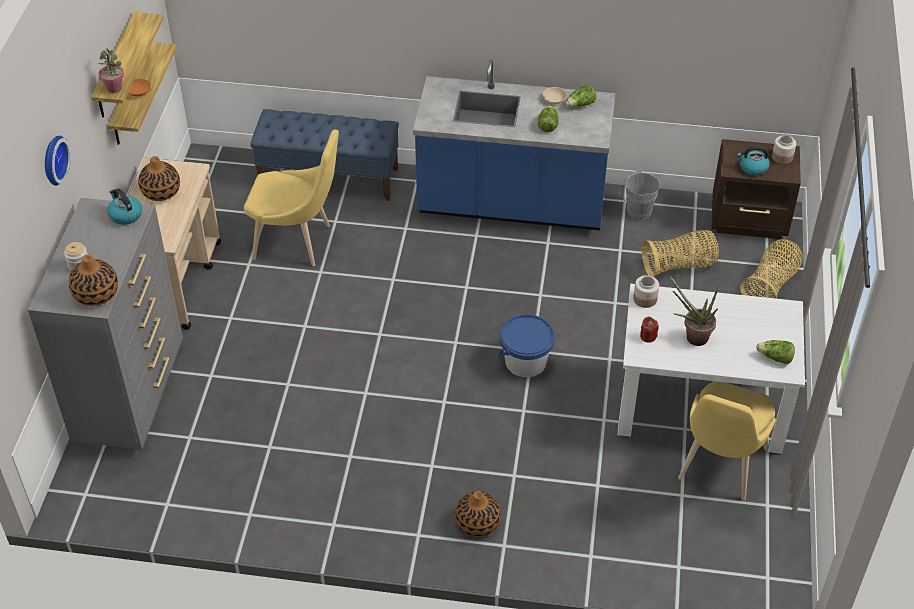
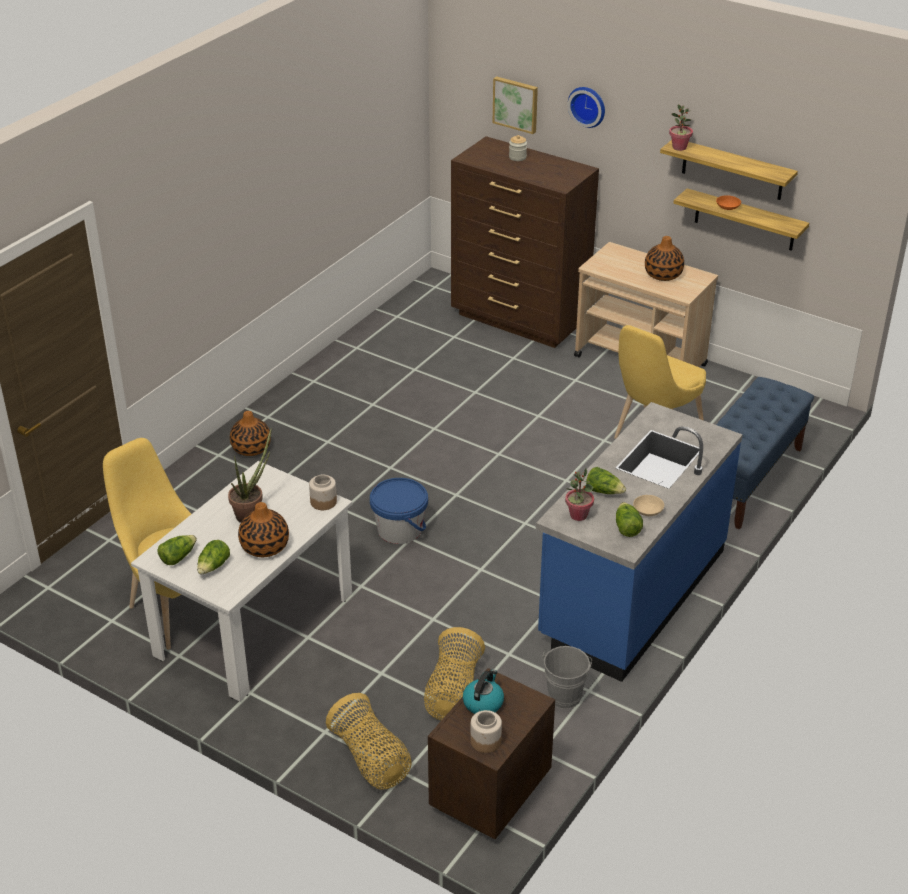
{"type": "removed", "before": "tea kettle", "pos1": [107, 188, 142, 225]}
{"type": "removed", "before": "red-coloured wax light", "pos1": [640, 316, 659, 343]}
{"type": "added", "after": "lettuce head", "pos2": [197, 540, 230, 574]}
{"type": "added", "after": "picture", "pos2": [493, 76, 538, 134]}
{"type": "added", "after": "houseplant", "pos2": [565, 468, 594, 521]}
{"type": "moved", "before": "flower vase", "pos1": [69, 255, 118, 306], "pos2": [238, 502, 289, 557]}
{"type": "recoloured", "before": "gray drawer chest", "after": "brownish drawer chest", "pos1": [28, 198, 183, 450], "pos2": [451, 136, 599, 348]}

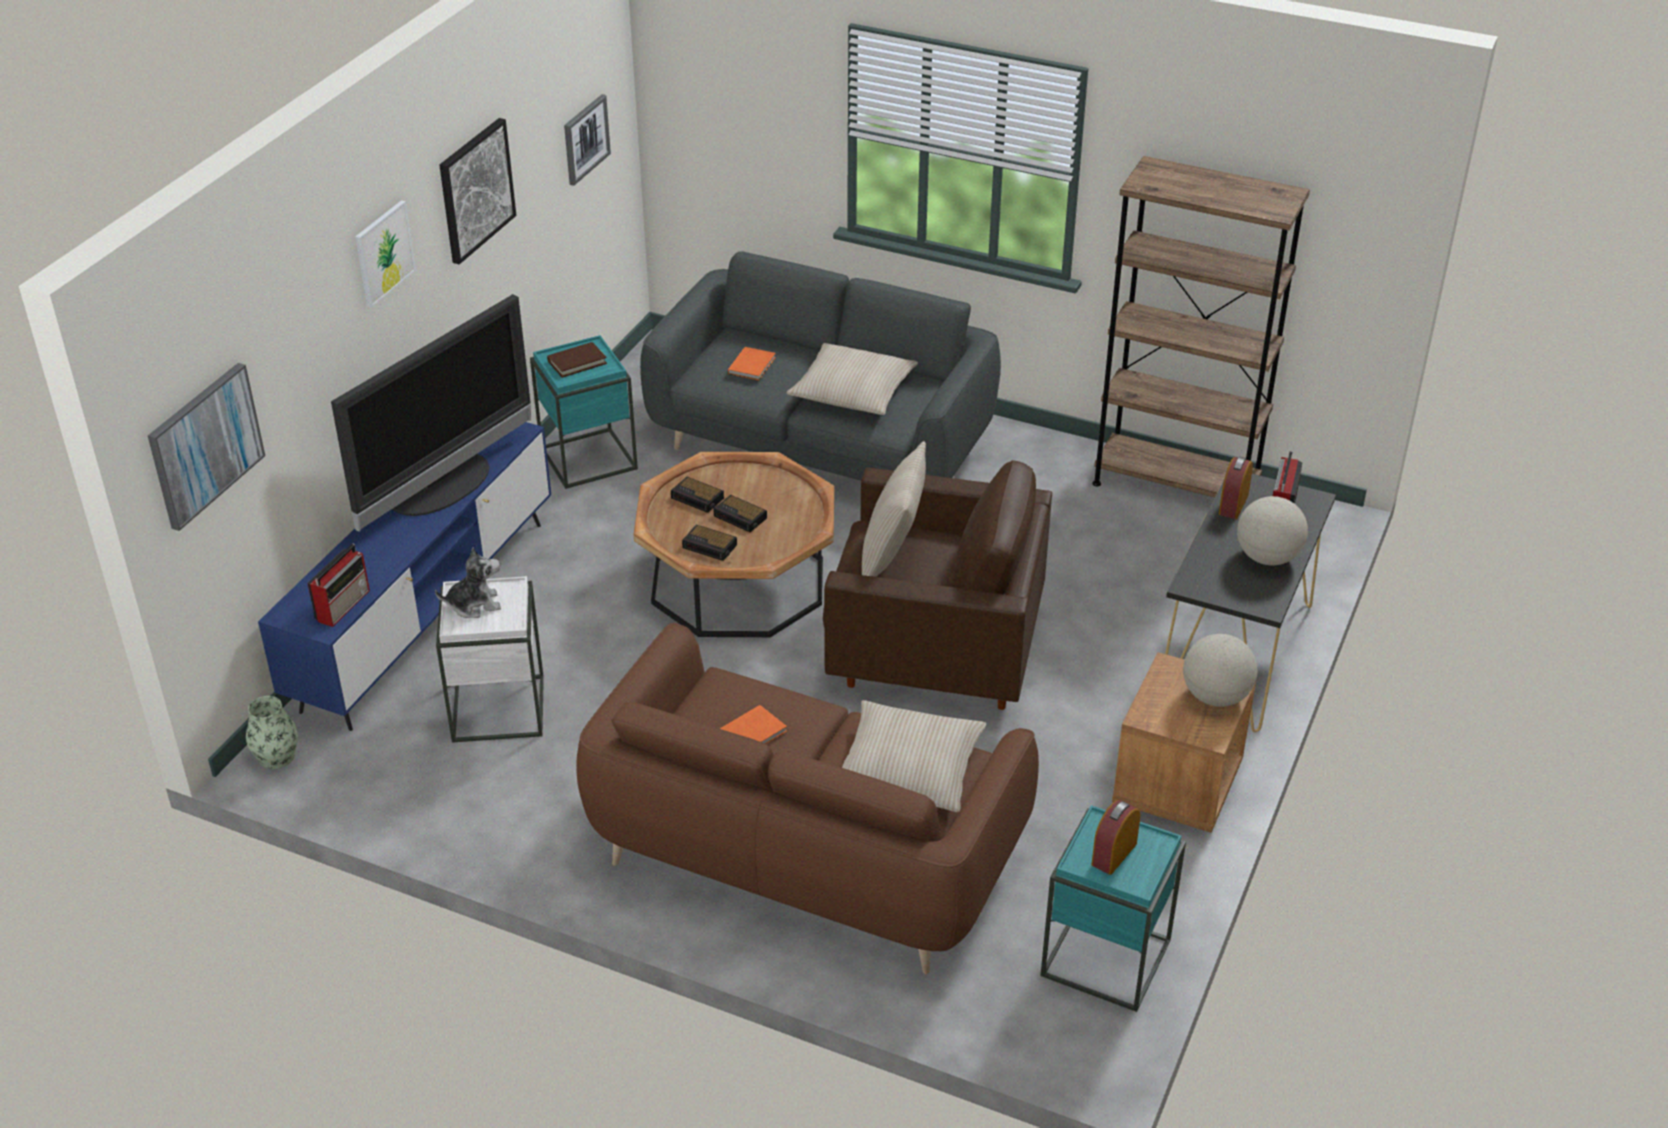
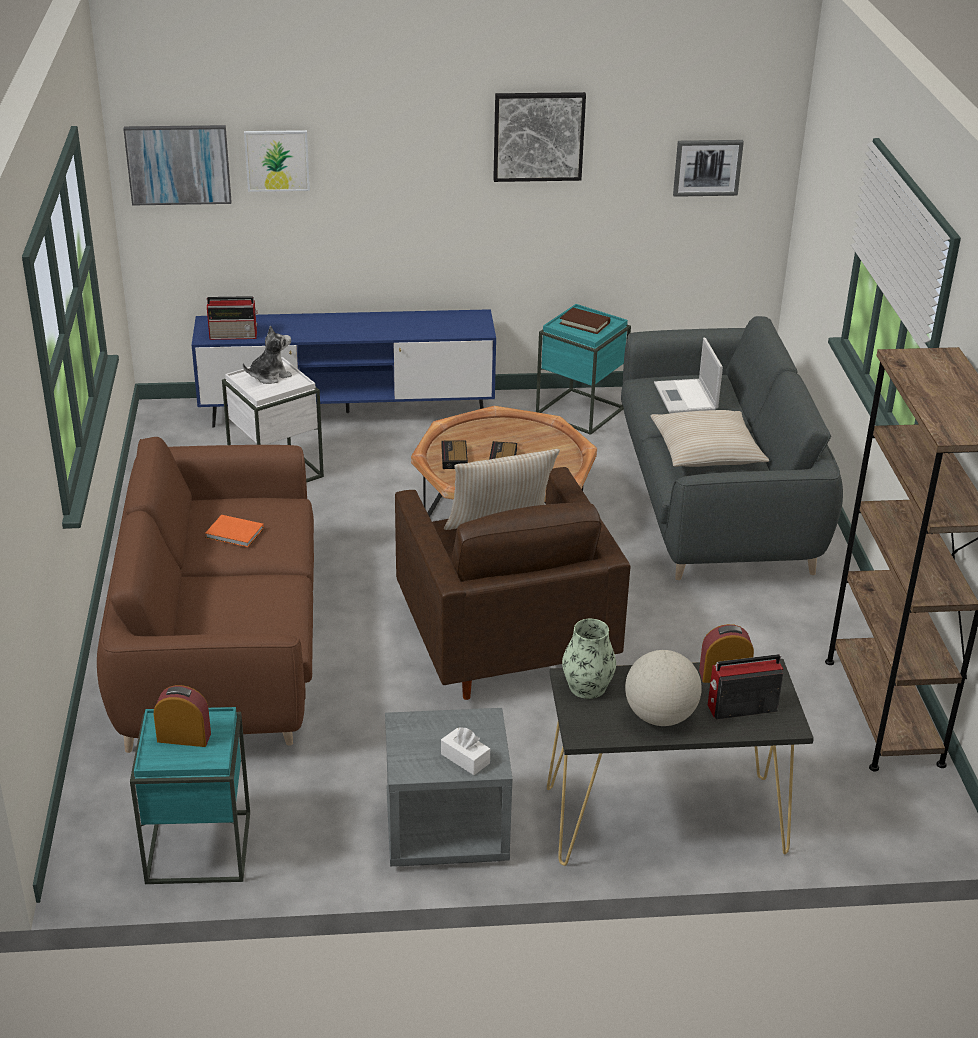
{"type": "removed", "before": "TV", "pos1": [331, 294, 531, 532]}
{"type": "removed", "before": "alarm clock", "pos1": [671, 477, 724, 513]}
{"type": "removed", "before": "beige cushion", "pos1": [842, 700, 986, 812]}
{"type": "moved", "before": "flower vase", "pos1": [246, 696, 298, 769], "pos2": [562, 619, 616, 699]}
{"type": "moved", "before": "picture", "pos1": [355, 200, 416, 308], "pos2": [244, 130, 310, 192]}
{"type": "replaced", "before": "orangey bound book", "after": "portable computer", "pos1": [728, 347, 776, 380], "pos2": [654, 338, 723, 414]}
{"type": "replaced", "before": "desk globe", "after": "white-coloured tissue holder", "pos1": [1183, 634, 1257, 707], "pos2": [441, 727, 490, 775]}
{"type": "recoloured", "before": "brownish night table", "after": "gray night table", "pos1": [1112, 652, 1256, 833], "pos2": [385, 708, 512, 866]}
{"type": "turned", "before": "cuddly toy", "pos1": [435, 547, 501, 618], "pos2": [243, 325, 292, 384], "turn": -75}

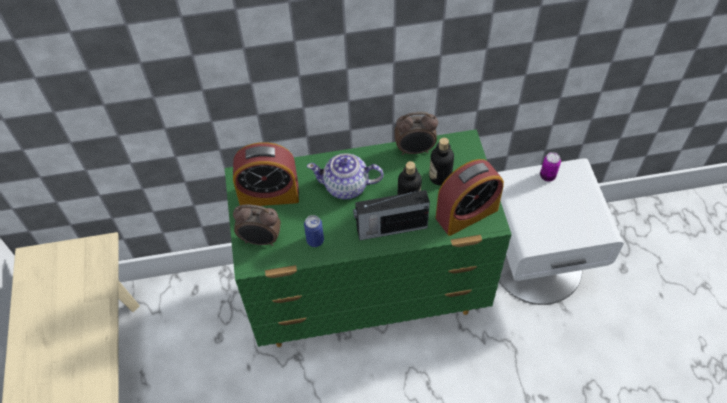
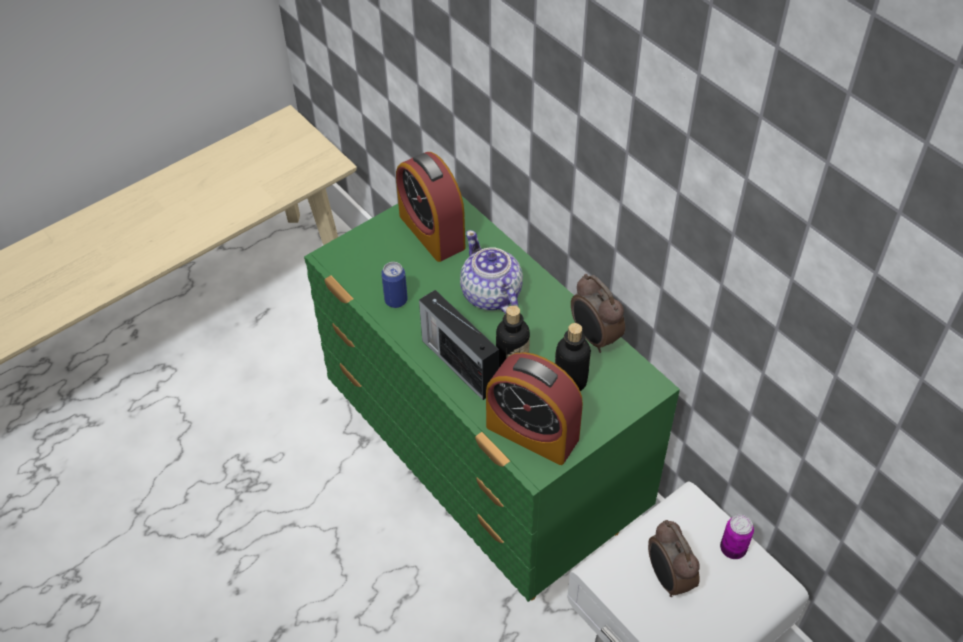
{"type": "moved", "before": "alarm clock", "pos1": [233, 204, 281, 246], "pos2": [648, 520, 700, 597]}

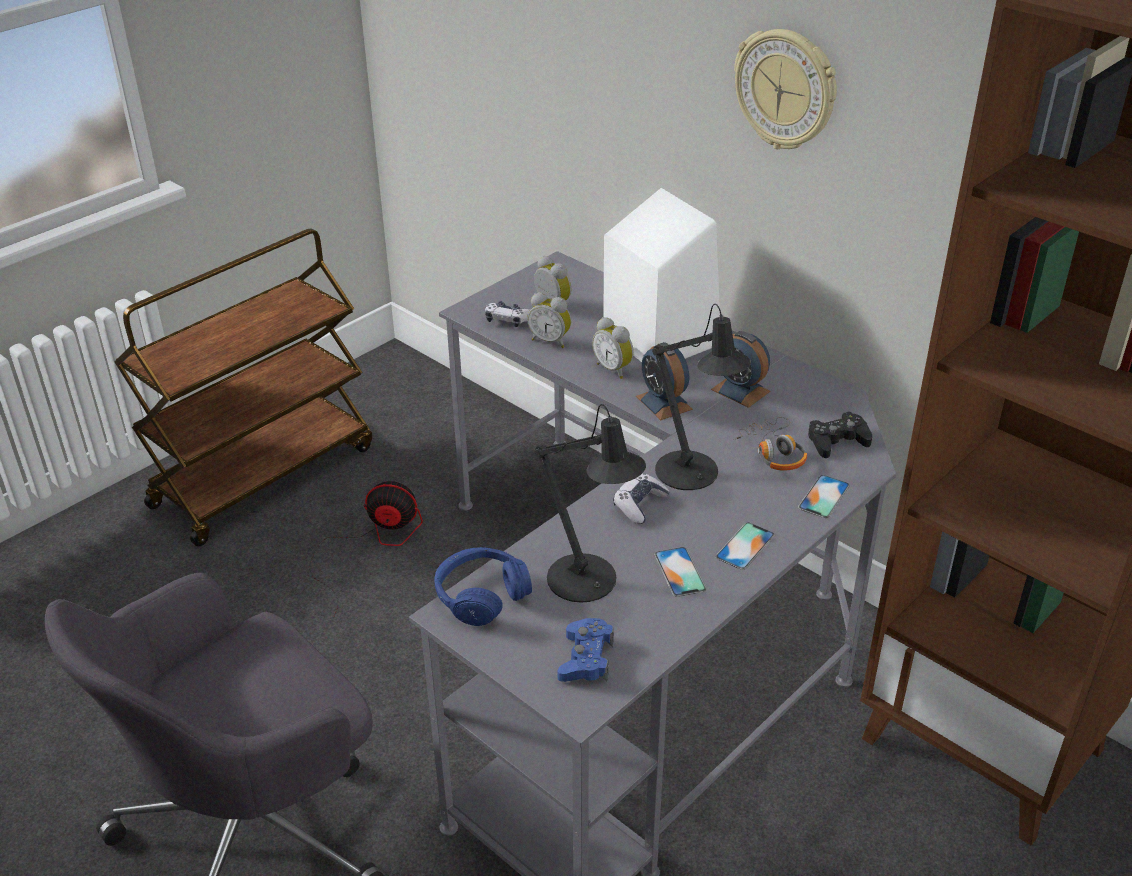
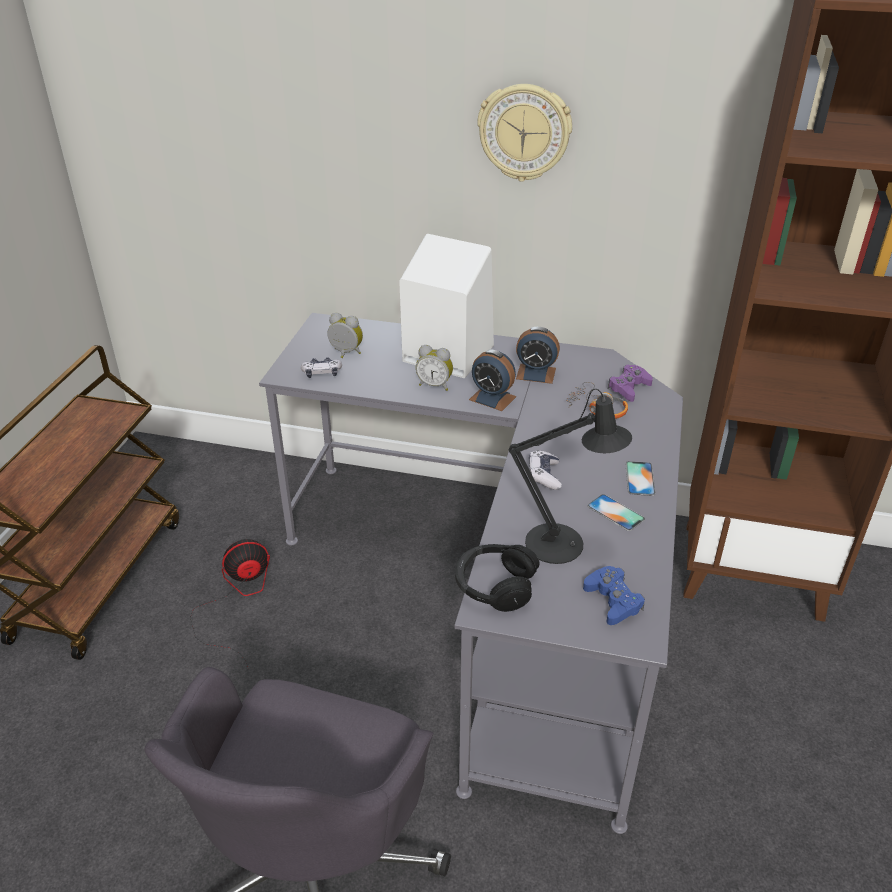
{"type": "removed", "before": "alarm clock", "pos1": [527, 292, 571, 348]}
{"type": "removed", "before": "black table lamp", "pos1": [652, 304, 751, 490]}
{"type": "removed", "before": "handset", "pos1": [798, 475, 850, 518]}
{"type": "recoloured", "before": "blue headset", "after": "black headset", "pos1": [434, 547, 532, 626], "pos2": [455, 544, 540, 612]}
{"type": "recoloured", "before": "black joypad", "after": "purple joypad", "pos1": [808, 412, 872, 458], "pos2": [607, 365, 653, 402]}

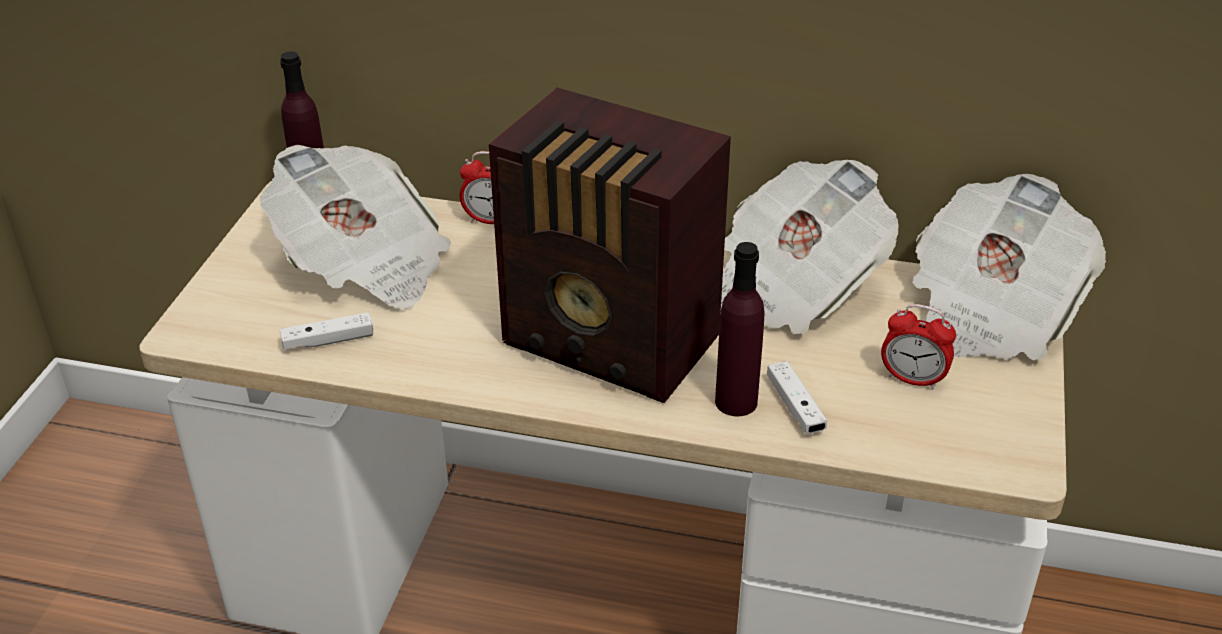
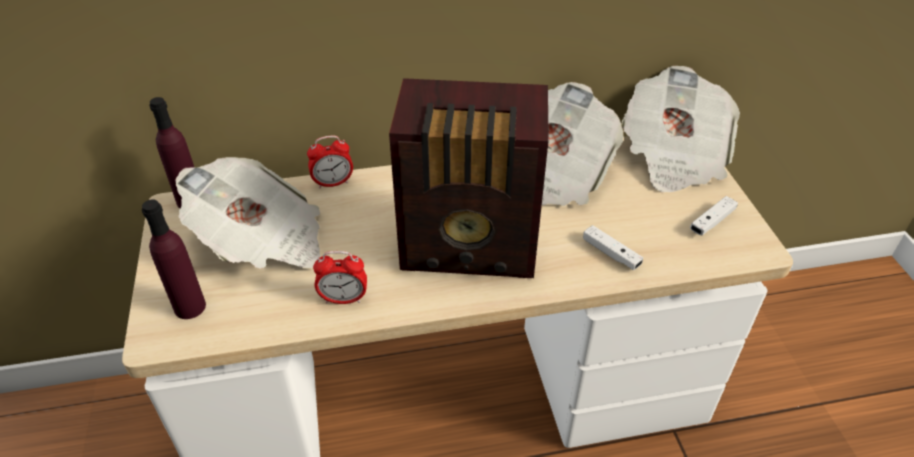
{"type": "moved", "before": "white-coloured joypad", "pos1": [280, 312, 373, 350], "pos2": [690, 196, 738, 236]}
{"type": "moved", "before": "purple drink bottle", "pos1": [715, 242, 765, 416], "pos2": [142, 200, 206, 319]}
{"type": "moved", "before": "alarm clock", "pos1": [881, 304, 956, 389], "pos2": [313, 251, 367, 304]}

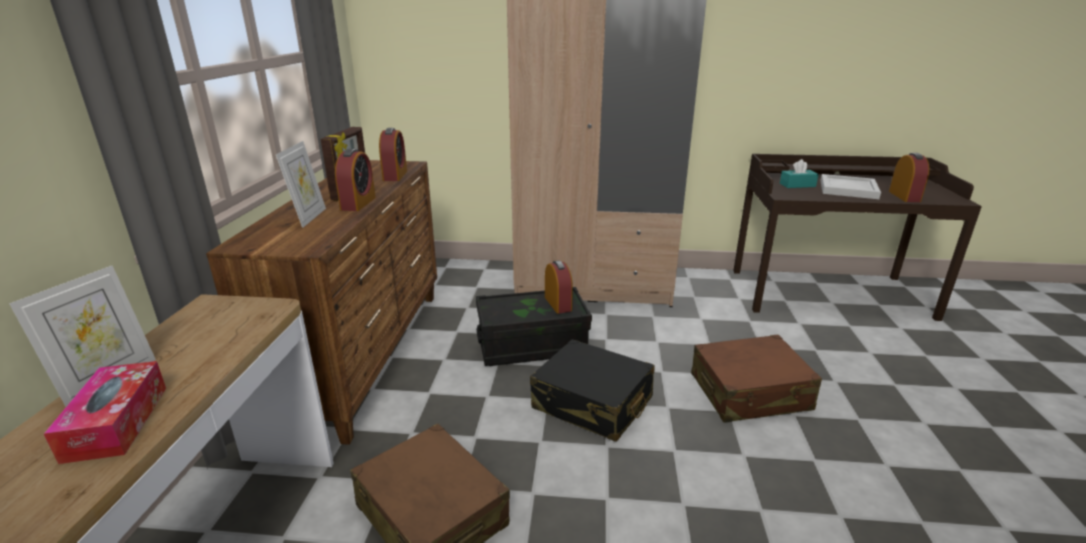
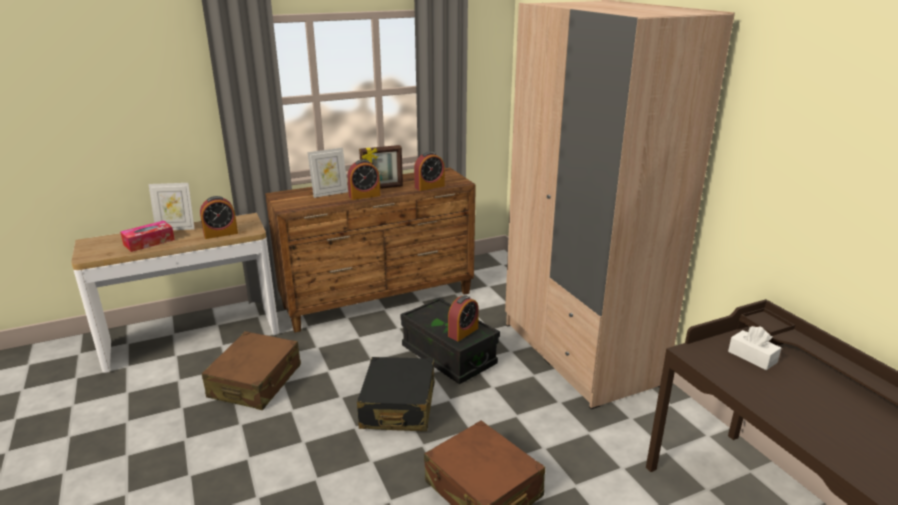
{"type": "removed", "before": "white-coloured carrying tray", "pos1": [820, 174, 881, 199]}
{"type": "moved", "before": "alarm clock", "pos1": [889, 153, 930, 202], "pos2": [200, 196, 238, 239]}
{"type": "recoloured", "before": "turquoise-coloured tissue holder", "after": "white-coloured tissue holder", "pos1": [780, 159, 819, 188], "pos2": [728, 326, 781, 370]}

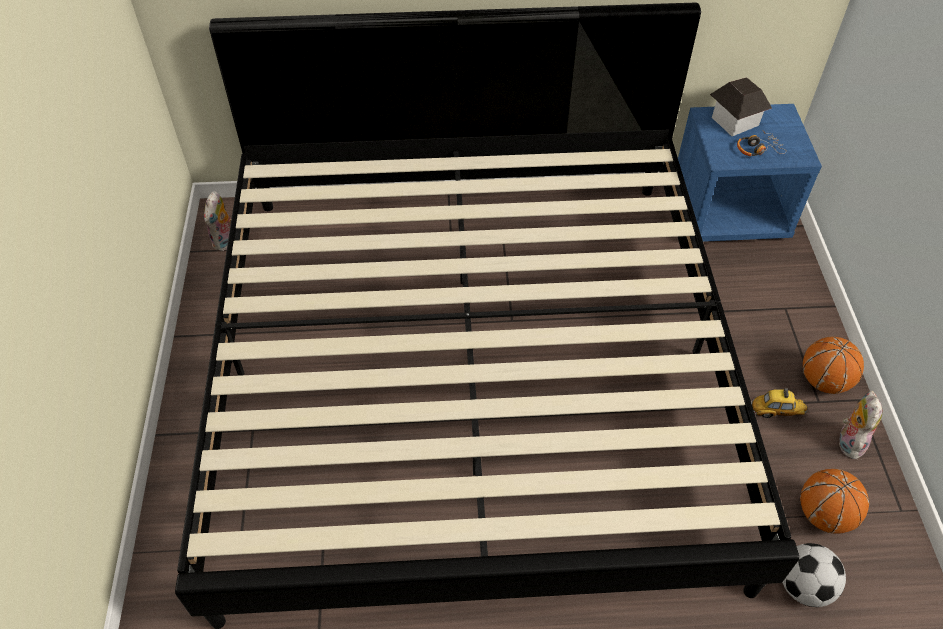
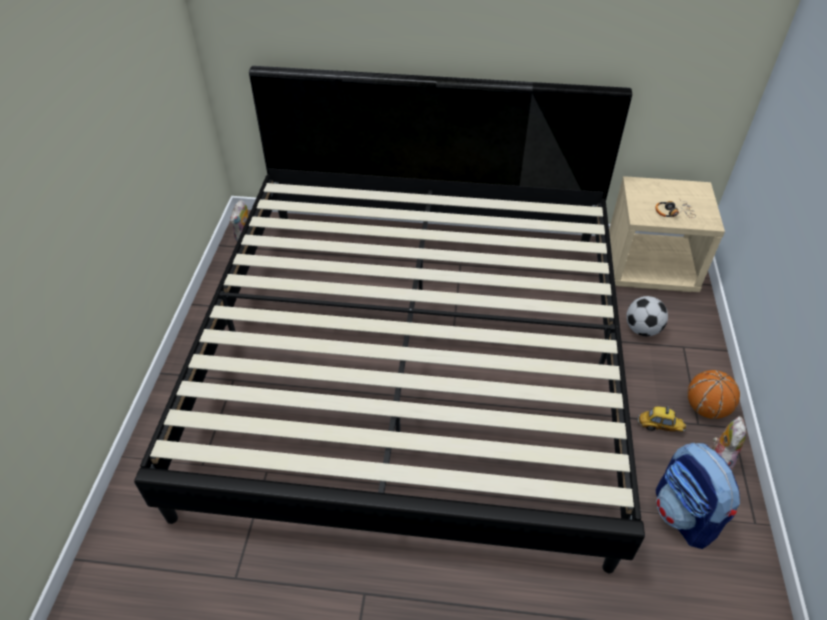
{"type": "removed", "before": "model house", "pos1": [710, 77, 772, 136]}
{"type": "moved", "before": "ball for football", "pos1": [782, 543, 846, 607], "pos2": [626, 296, 668, 336]}
{"type": "replaced", "before": "basketball", "after": "rucksack", "pos1": [800, 469, 869, 534], "pos2": [656, 443, 740, 549]}
{"type": "recoloured", "before": "blue night table", "after": "beige night table", "pos1": [678, 104, 822, 242], "pos2": [609, 176, 725, 292]}

